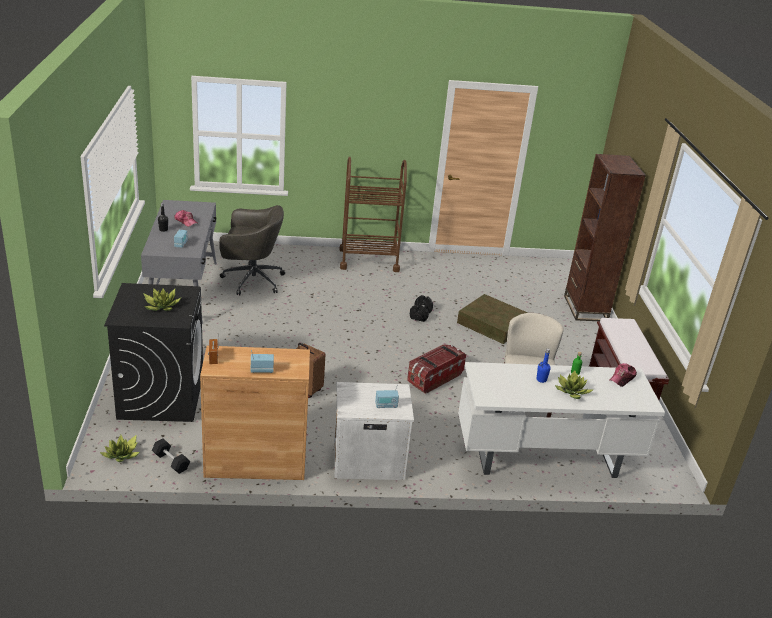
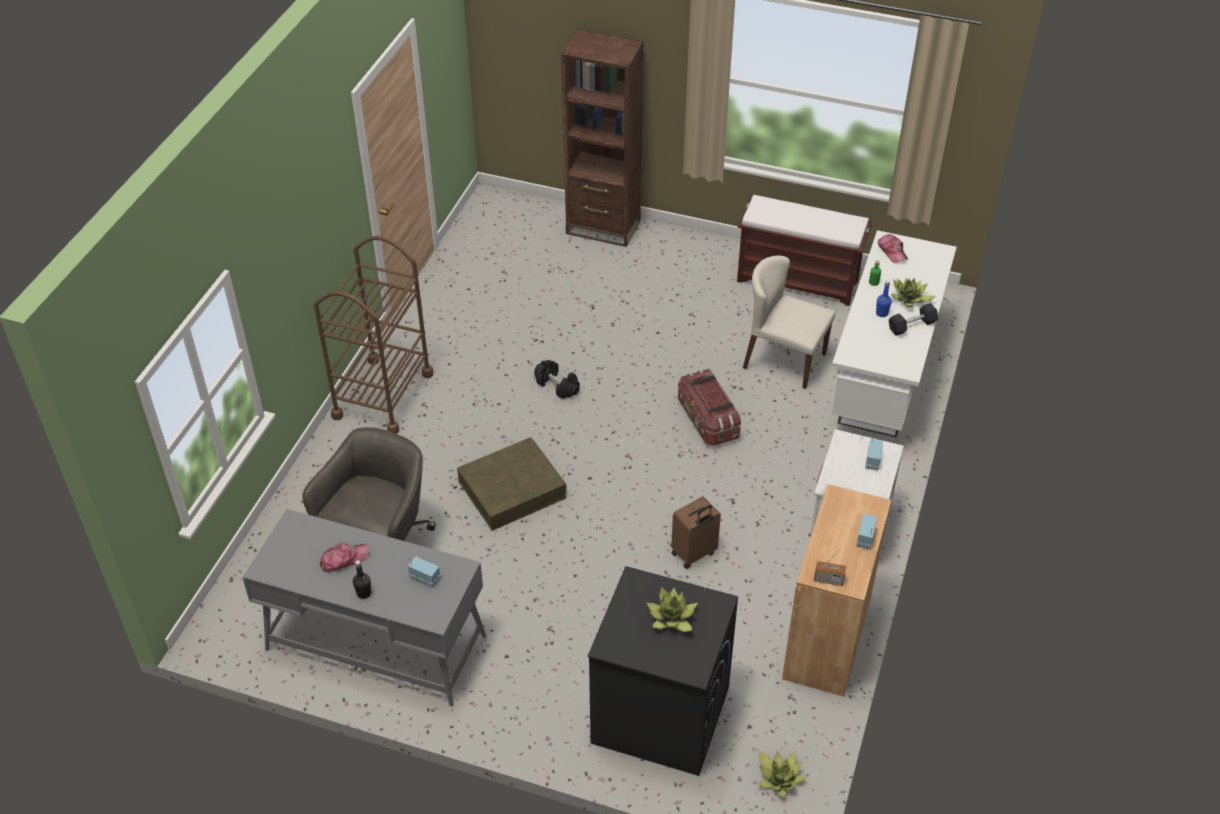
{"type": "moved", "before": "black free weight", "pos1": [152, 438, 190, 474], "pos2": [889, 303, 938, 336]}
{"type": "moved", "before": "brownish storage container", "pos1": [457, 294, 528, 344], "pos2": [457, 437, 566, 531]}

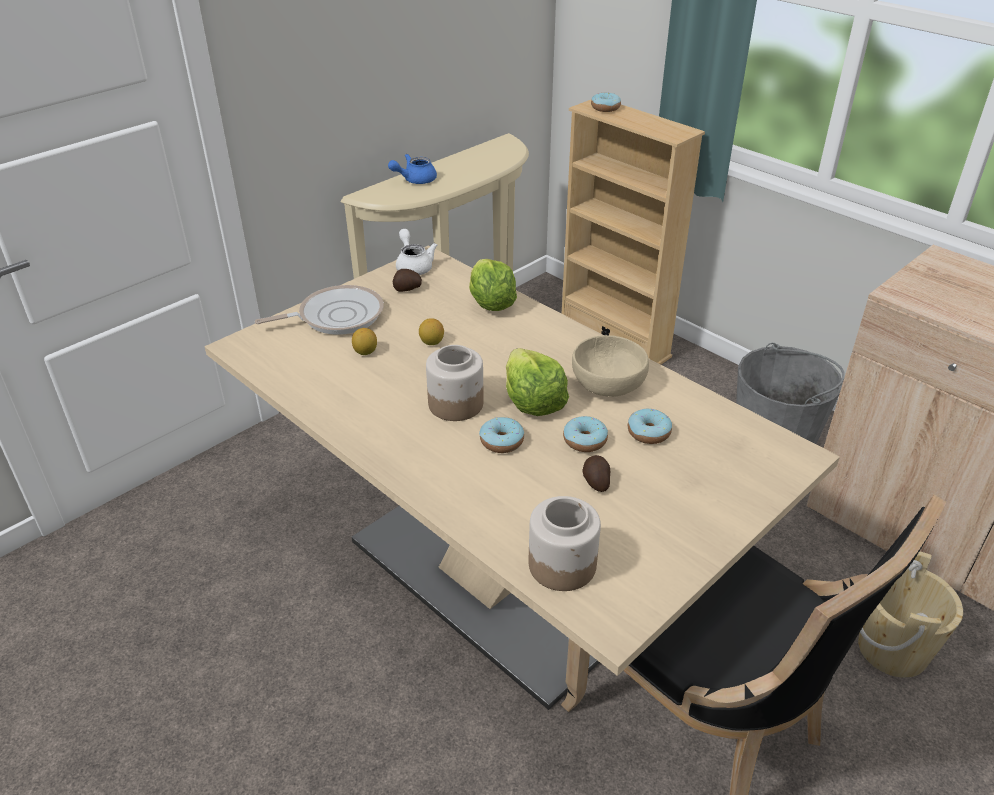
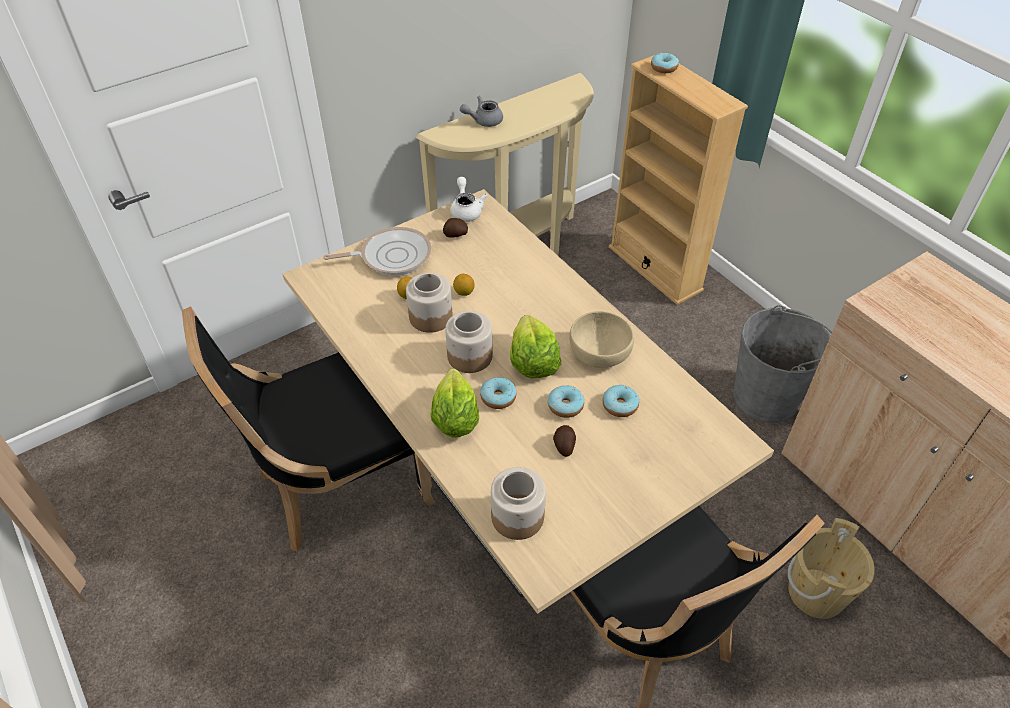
{"type": "added", "after": "black plain chair", "pos2": [182, 306, 436, 552]}
{"type": "added", "after": "jar", "pos2": [406, 273, 452, 333]}
{"type": "moved", "before": "lettuce head", "pos1": [469, 259, 517, 311], "pos2": [431, 368, 479, 437]}
{"type": "recoloured", "before": "blue pot for tea", "after": "gray pot for tea", "pos1": [388, 154, 437, 184], "pos2": [460, 96, 503, 127]}

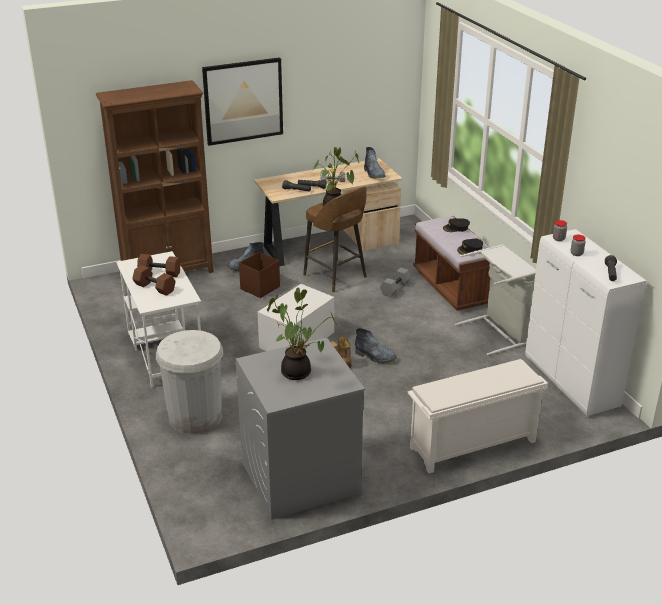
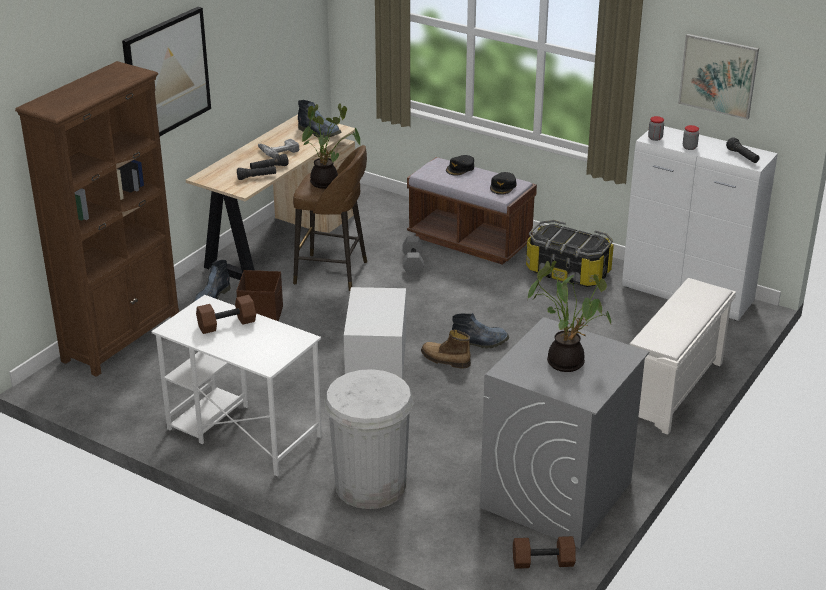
{"type": "added", "after": "picture", "pos2": [678, 34, 759, 120]}
{"type": "moved", "before": "brownish free weight", "pos1": [132, 265, 176, 296], "pos2": [513, 536, 576, 569]}
{"type": "replaced", "before": "gray laundry basket", "after": "storage container", "pos1": [455, 244, 536, 355], "pos2": [526, 220, 614, 287]}

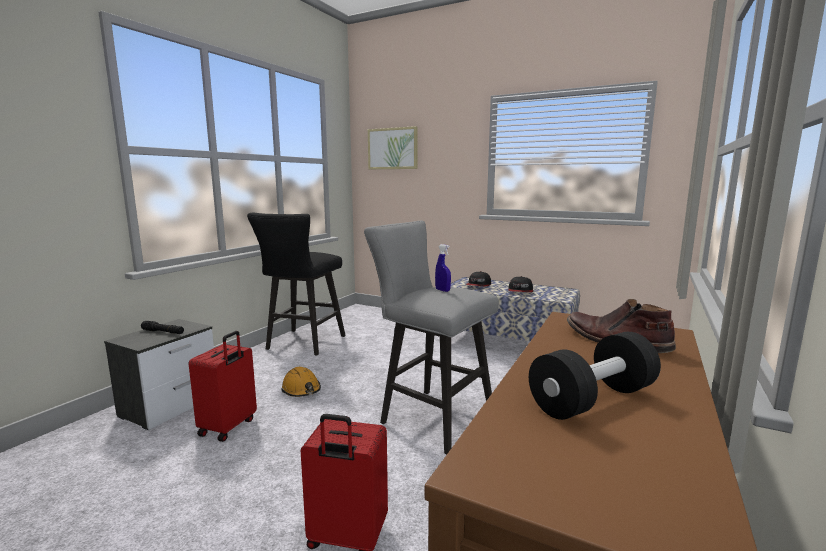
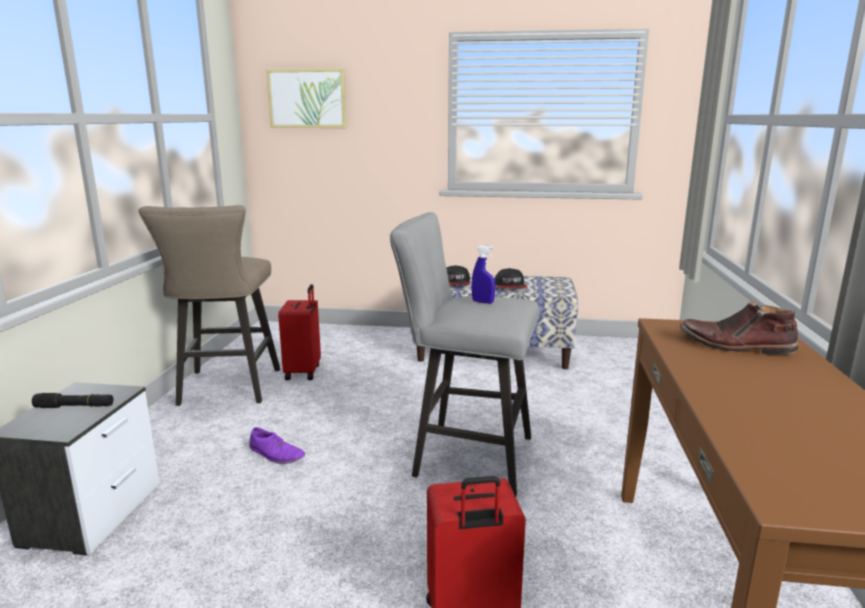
{"type": "removed", "before": "black free weight", "pos1": [529, 332, 661, 420]}
{"type": "moved", "before": "red-coloured travel case", "pos1": [189, 331, 257, 442], "pos2": [278, 284, 321, 380]}
{"type": "replaced", "before": "orangey work helmet", "after": "purple shoe", "pos1": [281, 367, 321, 397], "pos2": [249, 427, 305, 464]}
{"type": "recoloured", "before": "black sitting stool", "after": "beige sitting stool", "pos1": [247, 213, 346, 356], "pos2": [138, 205, 280, 406]}

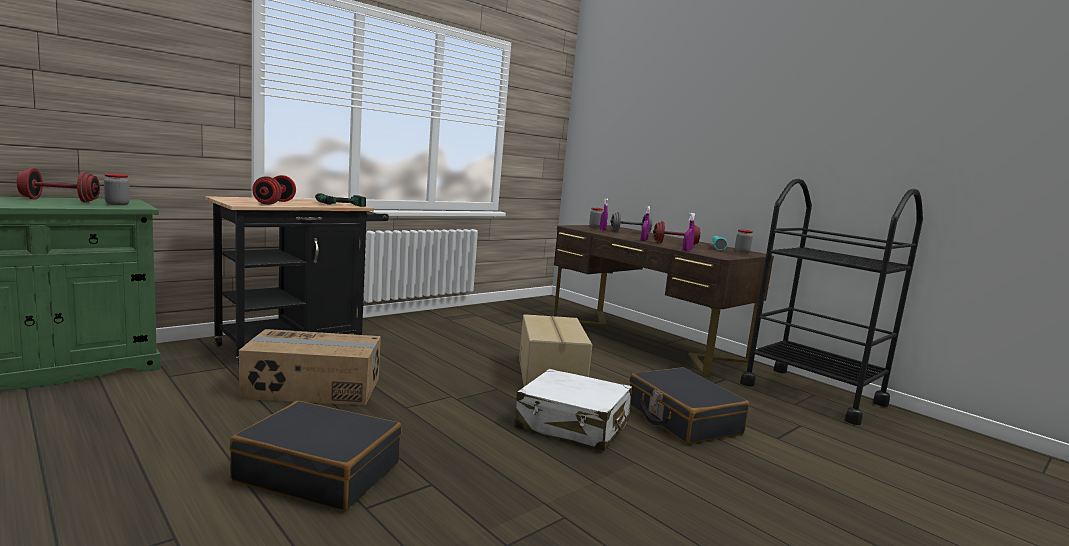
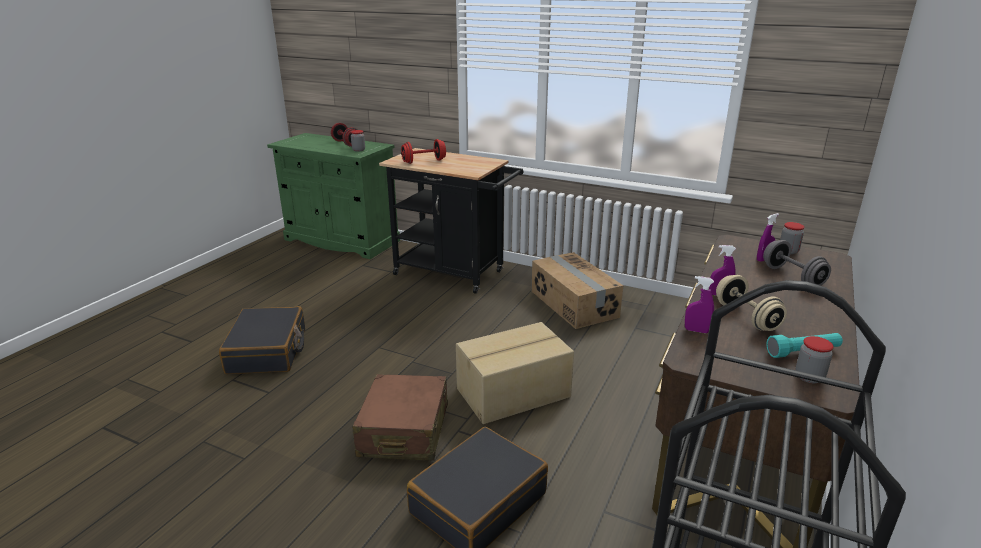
{"type": "removed", "before": "power drill", "pos1": [315, 193, 366, 207]}
{"type": "moved", "before": "carton", "pos1": [239, 329, 381, 405], "pos2": [532, 252, 623, 329]}
{"type": "recoloured", "before": "white-coloured travel case", "after": "brownish travel case", "pos1": [515, 369, 632, 451], "pos2": [352, 374, 448, 461]}
{"type": "recoloured", "before": "red-coloured free weight", "after": "beige free weight", "pos1": [653, 221, 700, 245], "pos2": [716, 275, 787, 331]}

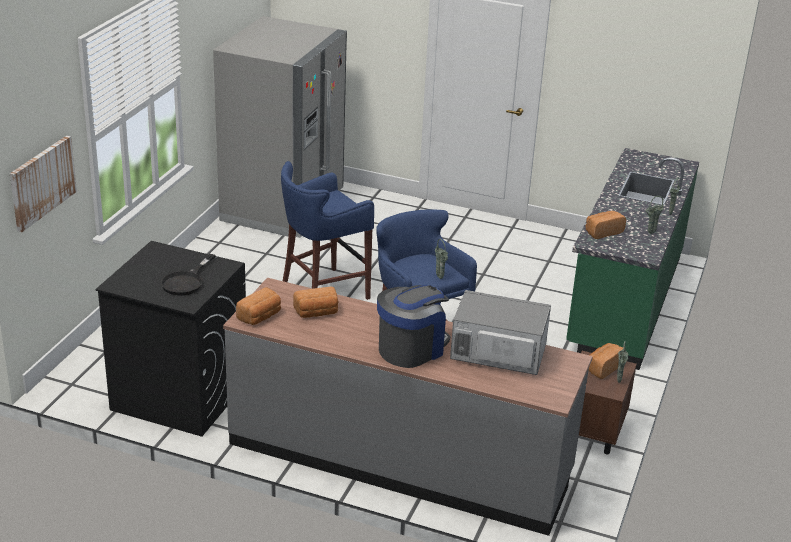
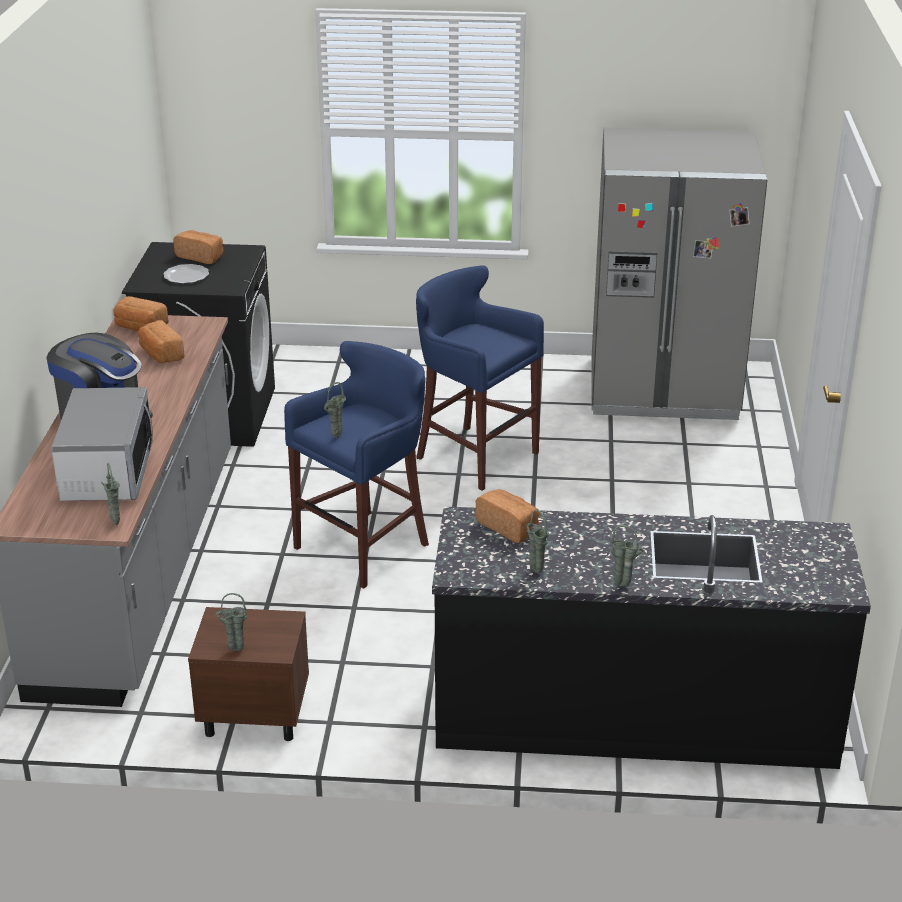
{"type": "removed", "before": "picture", "pos1": [10, 136, 77, 232]}
{"type": "added", "after": "green flower vase", "pos2": [101, 463, 120, 525]}
{"type": "moved", "before": "bakery bread", "pos1": [588, 343, 626, 379], "pos2": [173, 230, 224, 264]}
{"type": "replaced", "before": "black skillet", "after": "flat dish", "pos1": [161, 254, 215, 295], "pos2": [163, 264, 209, 284]}
{"type": "recoloured", "before": "green kitchen base unit", "after": "black kitchen base unit", "pos1": [566, 148, 699, 370], "pos2": [432, 506, 871, 769]}

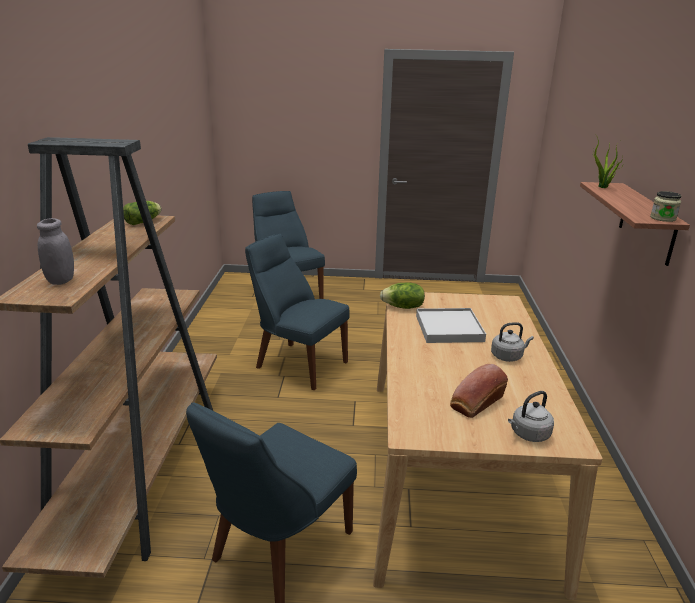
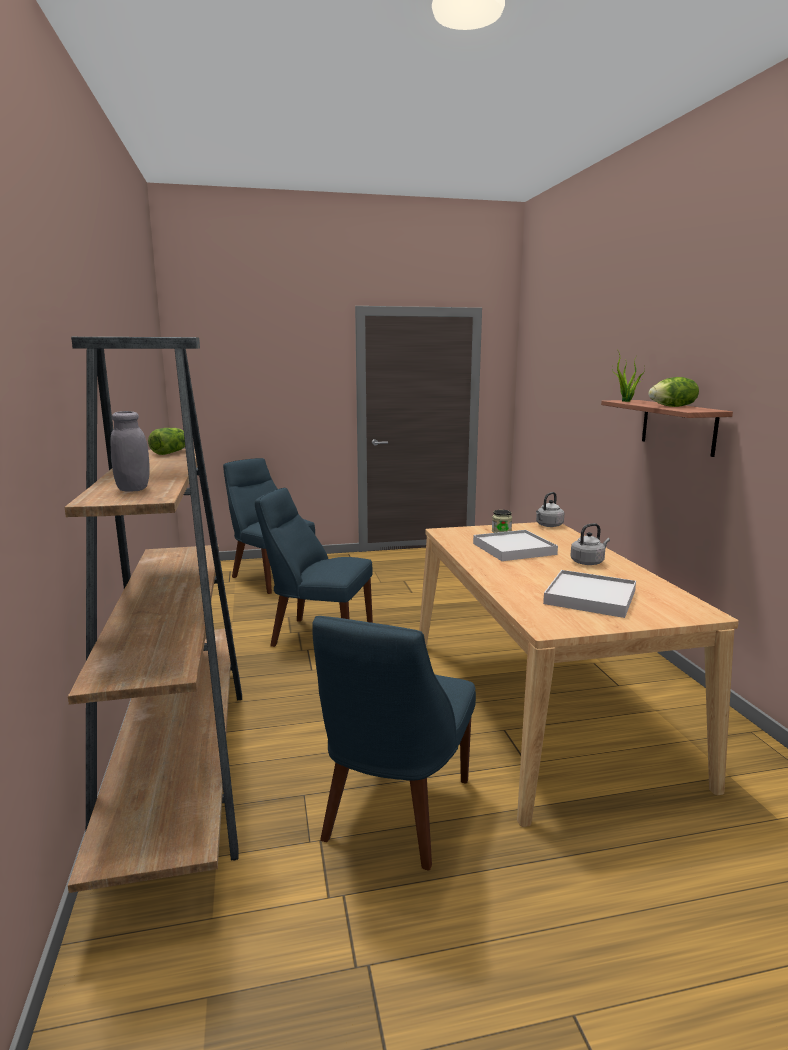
{"type": "moved", "before": "lettuce head", "pos1": [380, 283, 425, 309], "pos2": [649, 377, 699, 407]}
{"type": "moved", "before": "gray tea kettle", "pos1": [508, 391, 554, 442], "pos2": [536, 492, 564, 527]}
{"type": "moved", "before": "jar", "pos1": [650, 191, 682, 222], "pos2": [492, 510, 512, 533]}
{"type": "replaced", "before": "bakery bread", "after": "white-coloured carrying tray", "pos1": [450, 364, 508, 418], "pos2": [543, 570, 636, 618]}

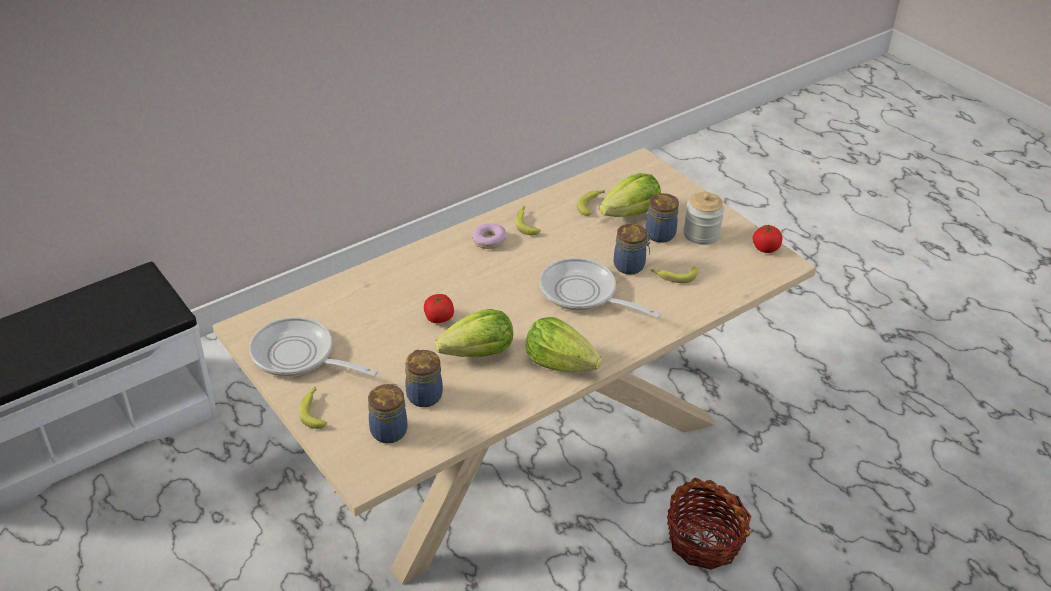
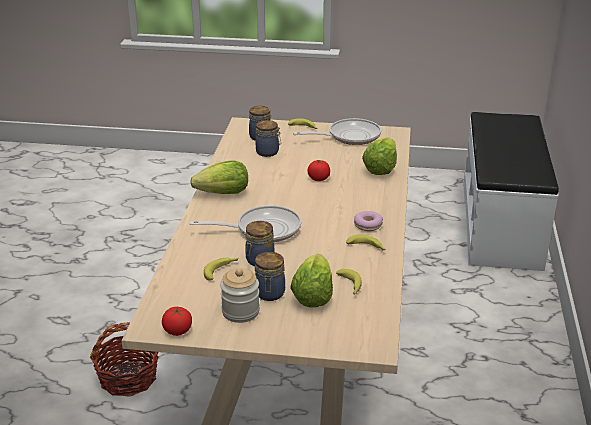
{"type": "moved", "before": "lettuce head", "pos1": [435, 309, 513, 357], "pos2": [362, 137, 397, 175]}

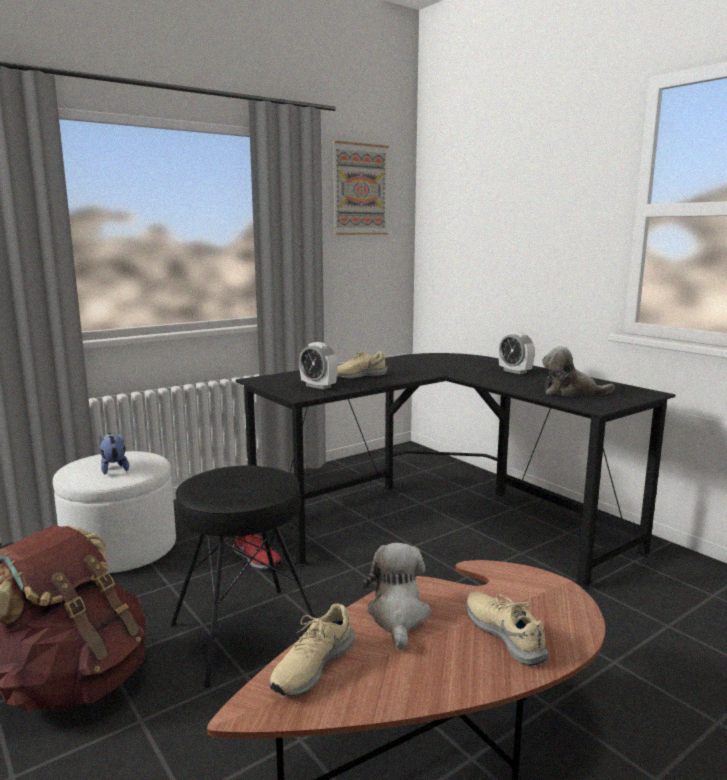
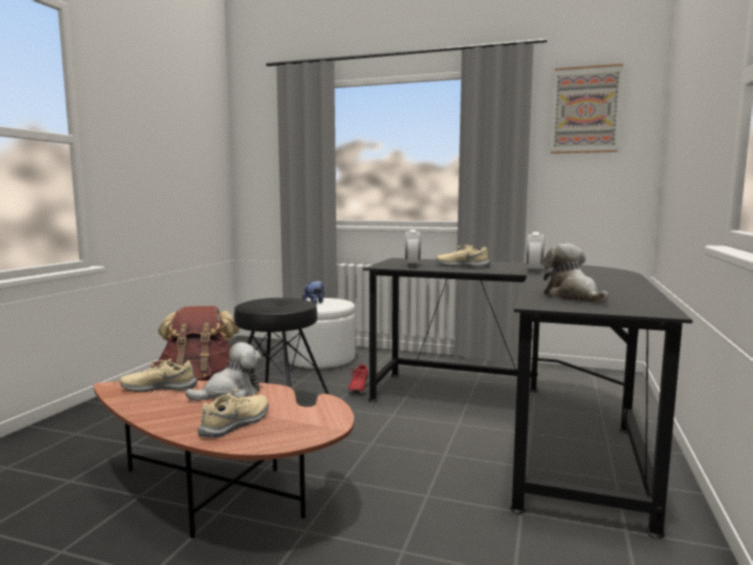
{"type": "moved", "before": "alarm clock", "pos1": [498, 331, 535, 374], "pos2": [526, 232, 545, 273]}

